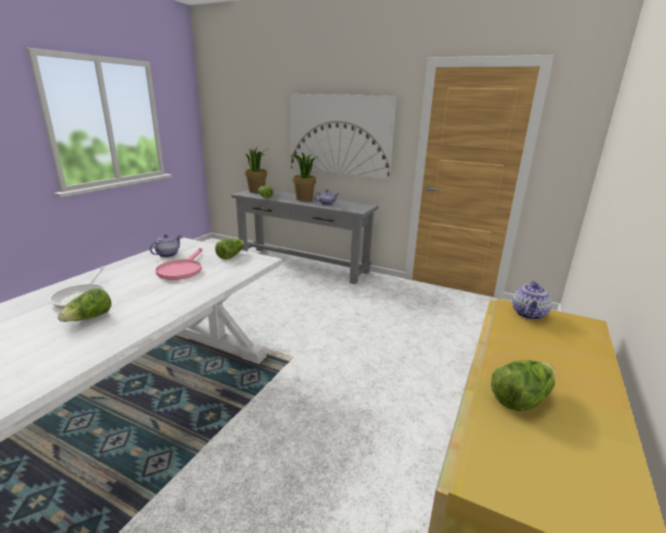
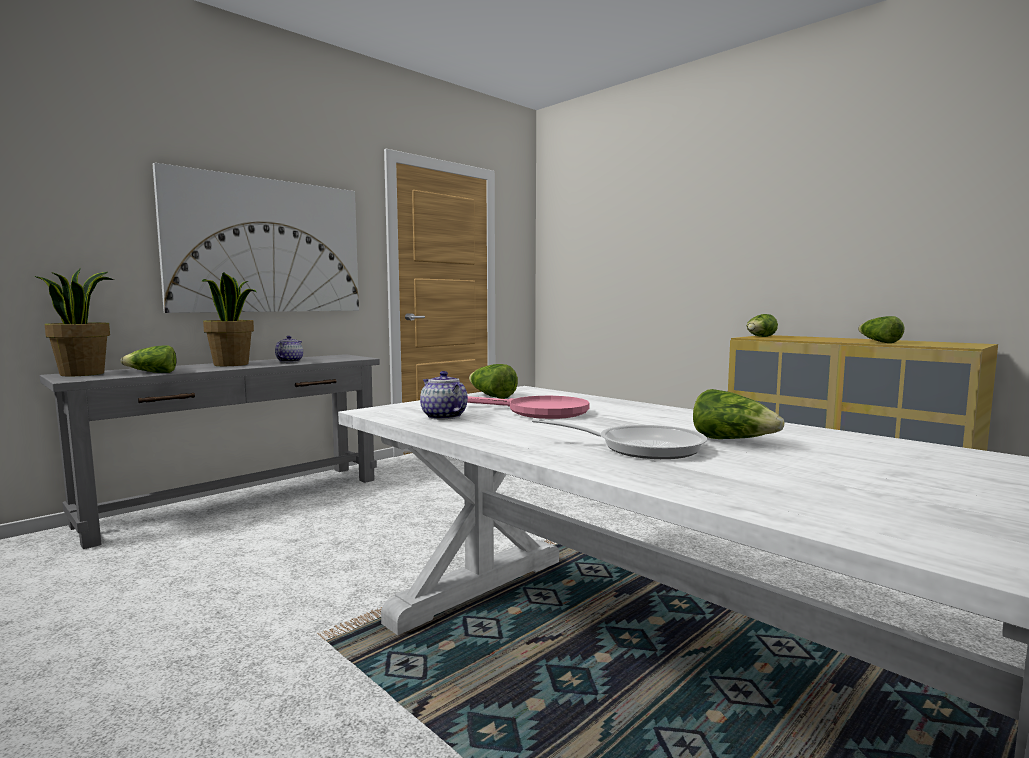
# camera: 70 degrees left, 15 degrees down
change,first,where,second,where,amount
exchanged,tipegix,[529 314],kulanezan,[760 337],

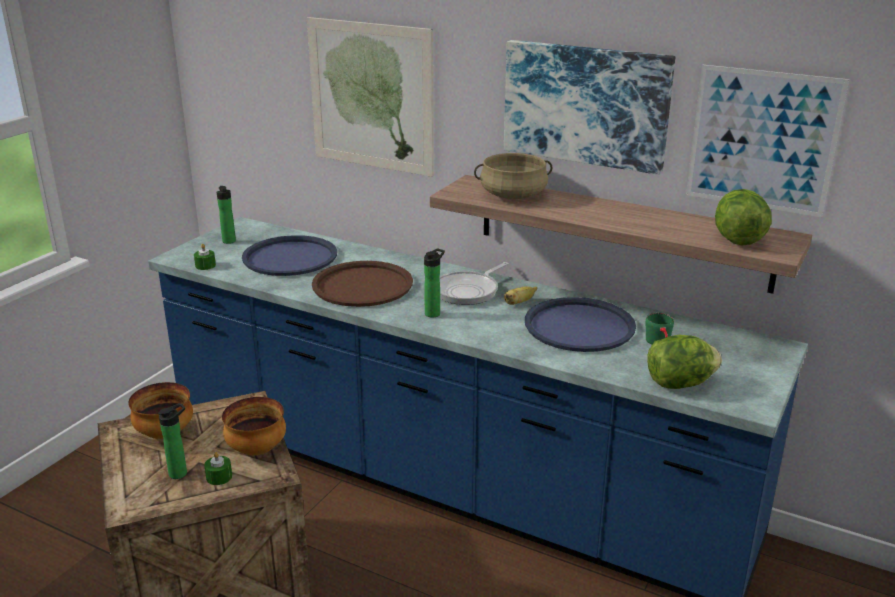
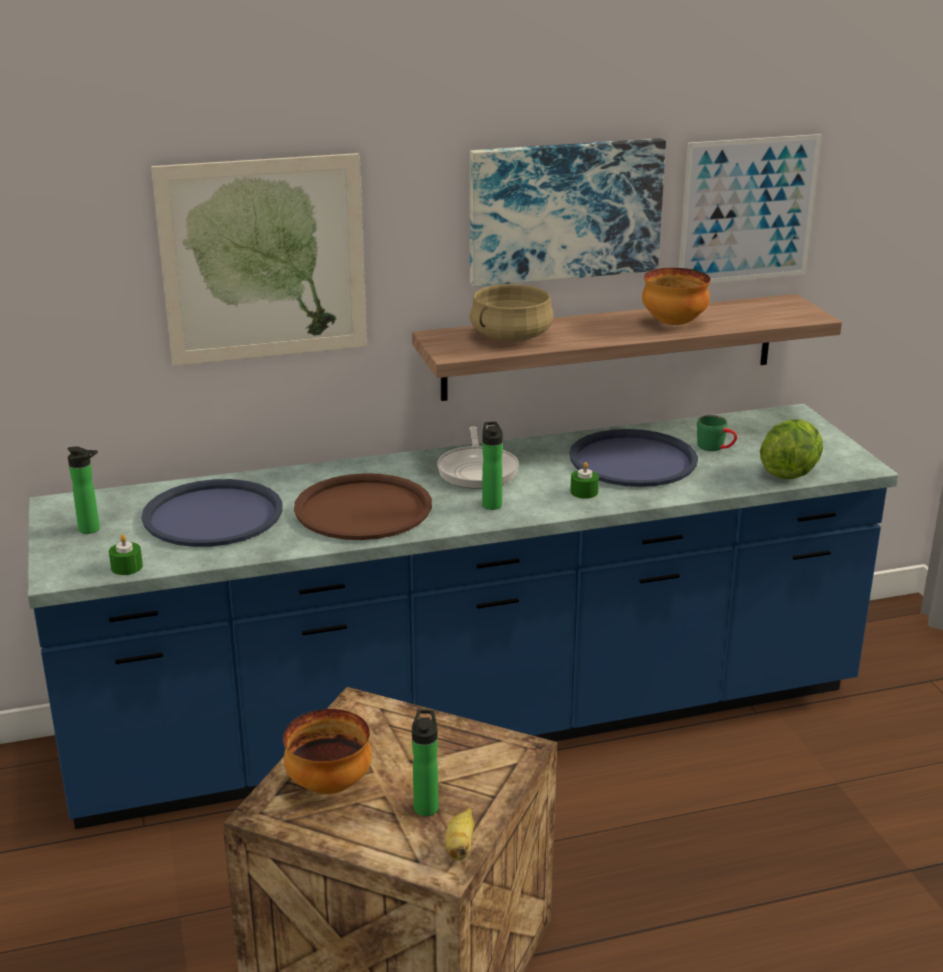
# camera: 45 degrees left, 0 degrees up
change,first,where,second,where,amount
missing,kulanezan,[737 239],,,
relocated,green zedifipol,[219 477],,[584 492],
relocated,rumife,[256 450],,[673 323],
relocated,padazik,[519 303],,[460 847],

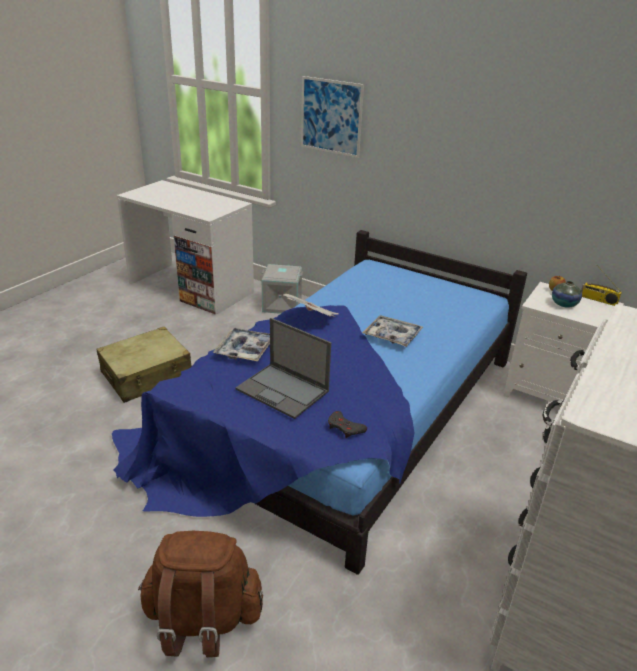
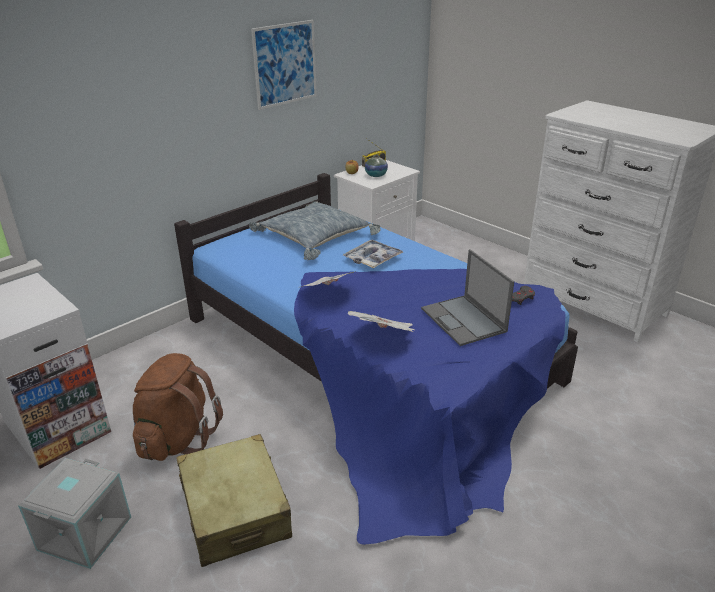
# camera: 75 degrees left, 0 degrees up
change,first,where,second,where,amount
appeared,,,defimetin,[314 234],
relocated,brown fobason,[202 619],,[178 438],
relocated,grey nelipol,[281 305],,[86 534],
relocated,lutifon,[331 116],,[285 64],
exchanged,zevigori,[245 350],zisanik,[384 336],
spun,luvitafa,[283 390],,[464 320],105 degrees clockwise

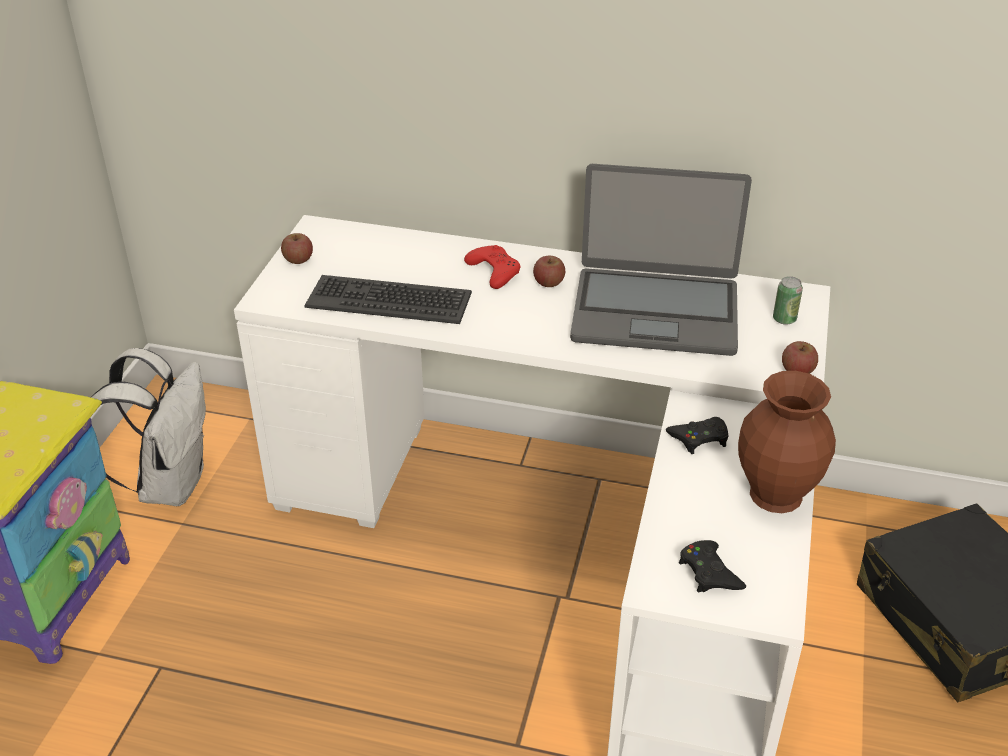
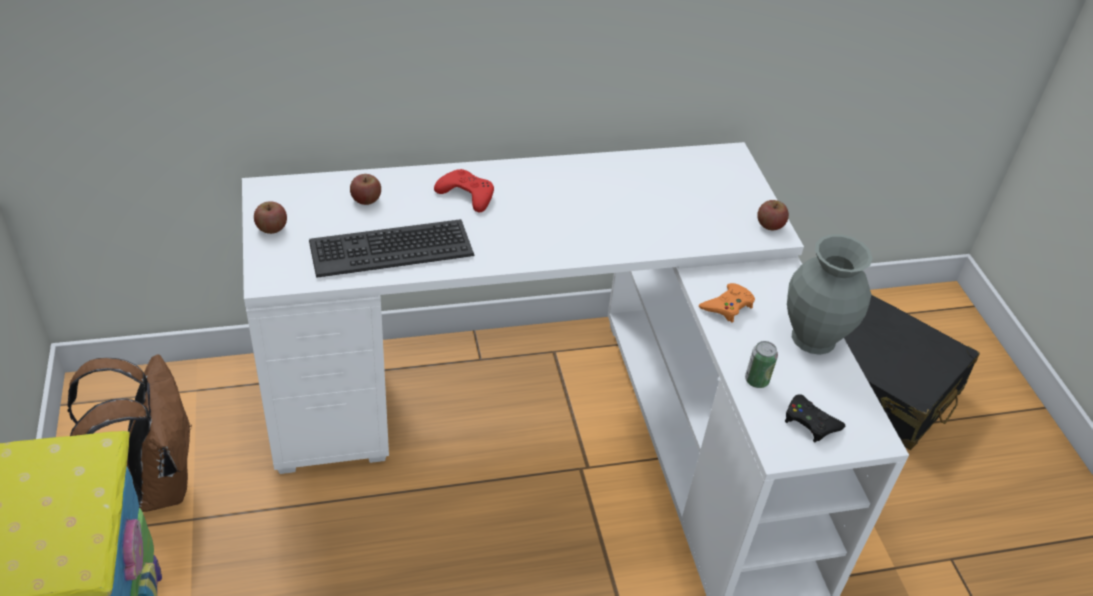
# camera: 30 degrees left, 5 degrees up
change,first,where,second,where,amount
missing,luvitafa,[655 312],,,
relocated,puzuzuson,[549 282],,[366 199],
relocated,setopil,[784 319],,[756 380],
colour,white fobason,[170 483],brown fobason,[154 482],
colour,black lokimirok,[699 438],orange lokimirok,[727 306],
colour,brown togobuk,[777 495],grey togobuk,[815 338],

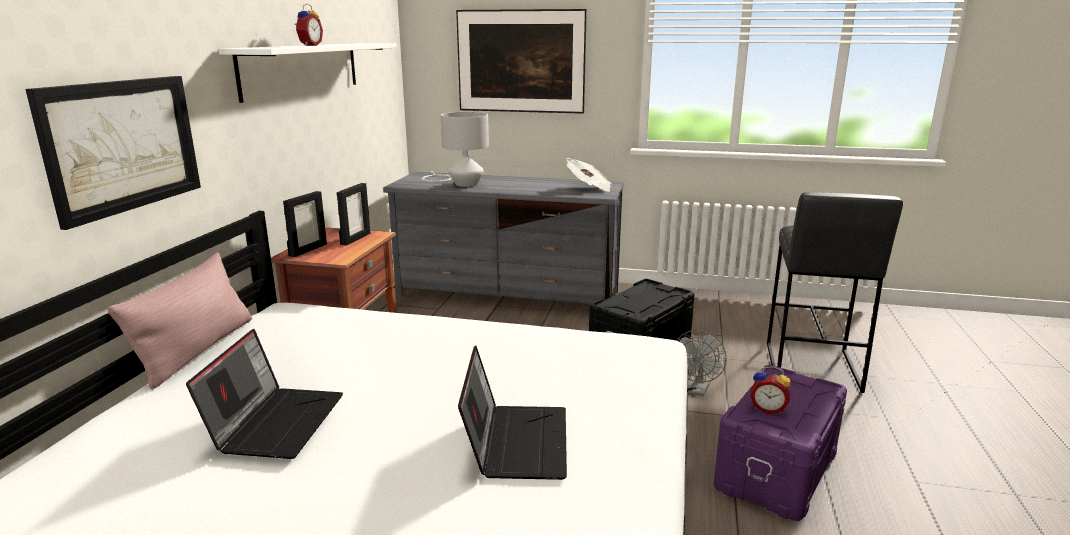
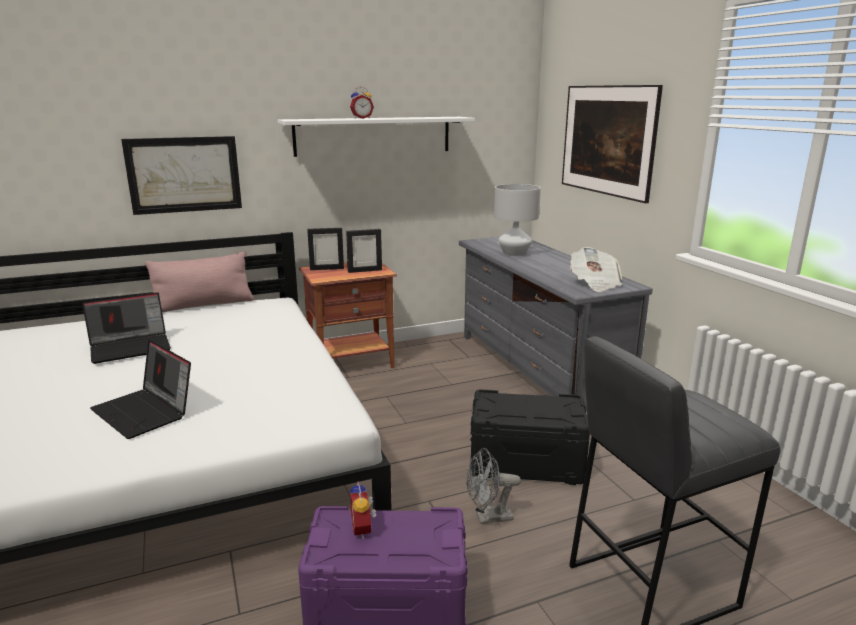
# camera: 55 degrees right, 0 degrees up
change,first,where,second,where,amount
spun,luvitafa,[515 441],,[145 412],75 degrees clockwise

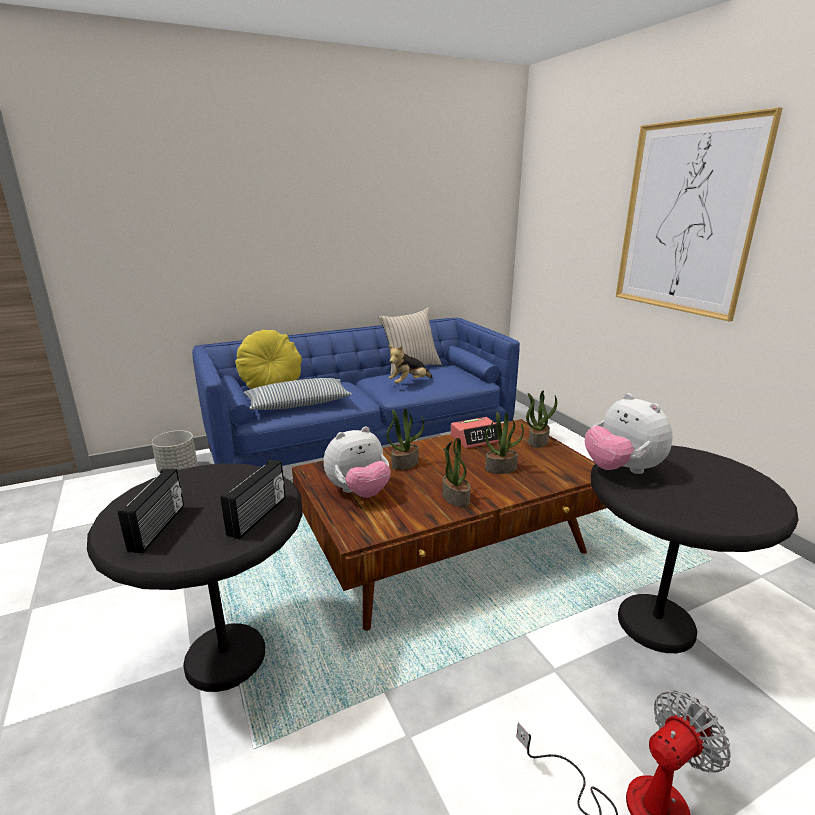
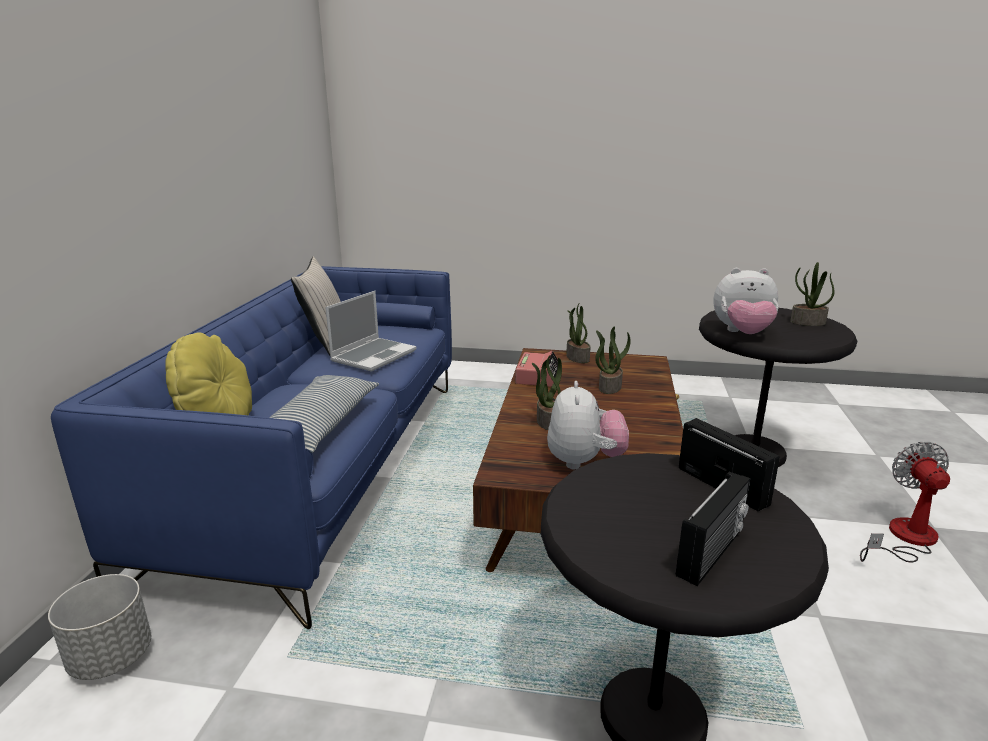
# camera: 55 degrees left, 0 degrees up
change,first,where,second,where,amount
missing,lutifon,[686 218],,,
relocated,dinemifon,[455 498],,[807 323],
exchanged,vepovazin,[409 383],luvitafa,[374 355],
spun,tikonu,[159 527],,[712 553],90 degrees clockwise

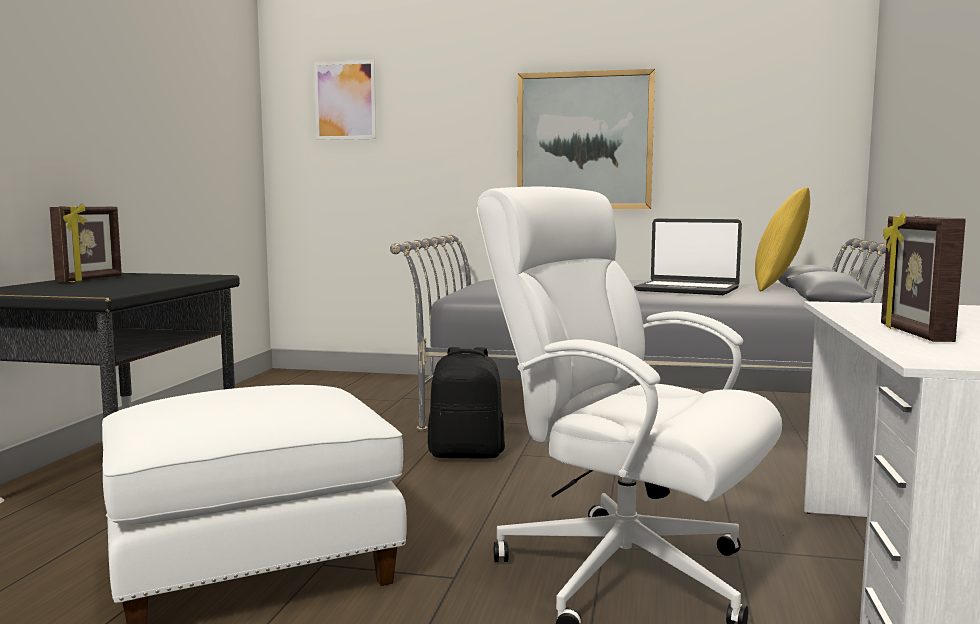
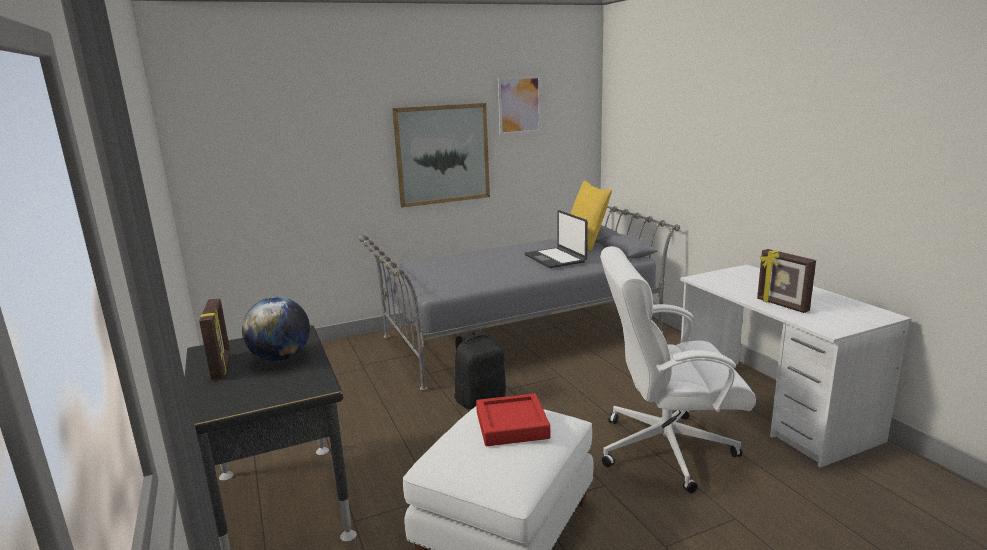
# camera: 35 degrees left, 10 degrees up
change,first,where,second,where,amount
appeared,,,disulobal,[281 358],
appeared,,,red zevigori,[512 425],
relocated,lutifon,[345 100],,[519 105],
spun,luvitafa,[687 290],,[555 258],75 degrees clockwise

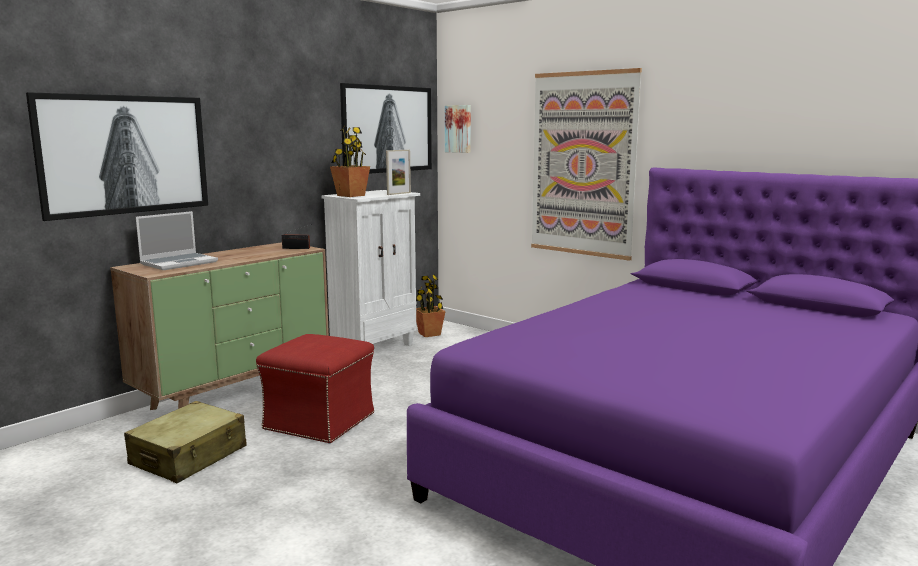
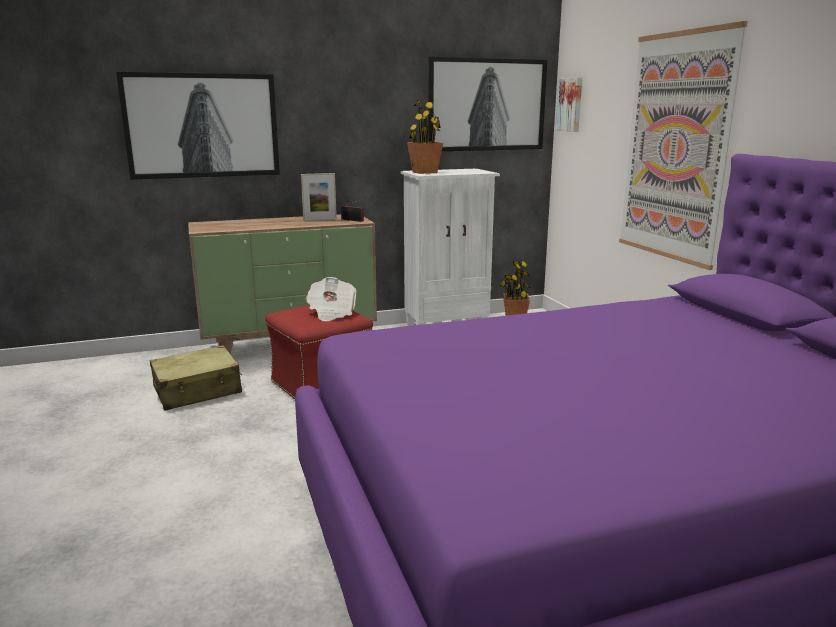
# camera: 30 degrees right, 5 degrees up
change,first,where,second,where,amount
missing,luvitafa,[179 263],,,
appeared,,,zisanik,[331 313],
relocated,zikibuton,[399 193],,[320 220],

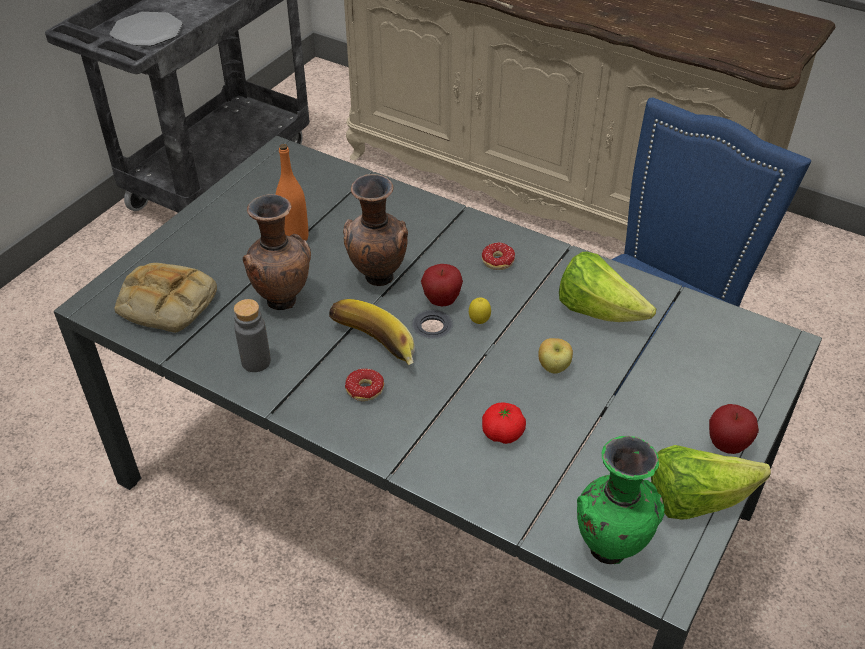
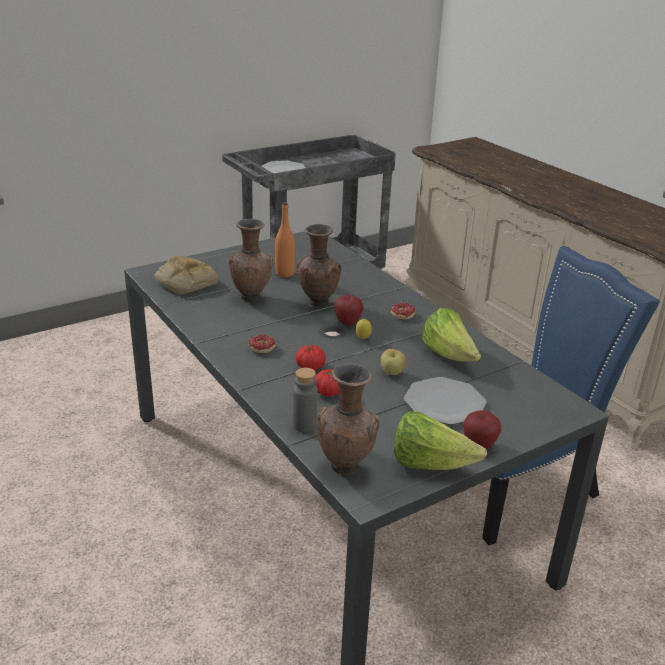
# camera: 25 degrees right, 15 degrees down
change,first,where,second,where,amount
missing,padazik,[371 346],,,
appeared,,,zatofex,[310 367],
appeared,,,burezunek,[444 403],
relocated,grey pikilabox,[256 361],,[304 425],
colour,green togobuk,[609 548],brown togobuk,[346 466],

